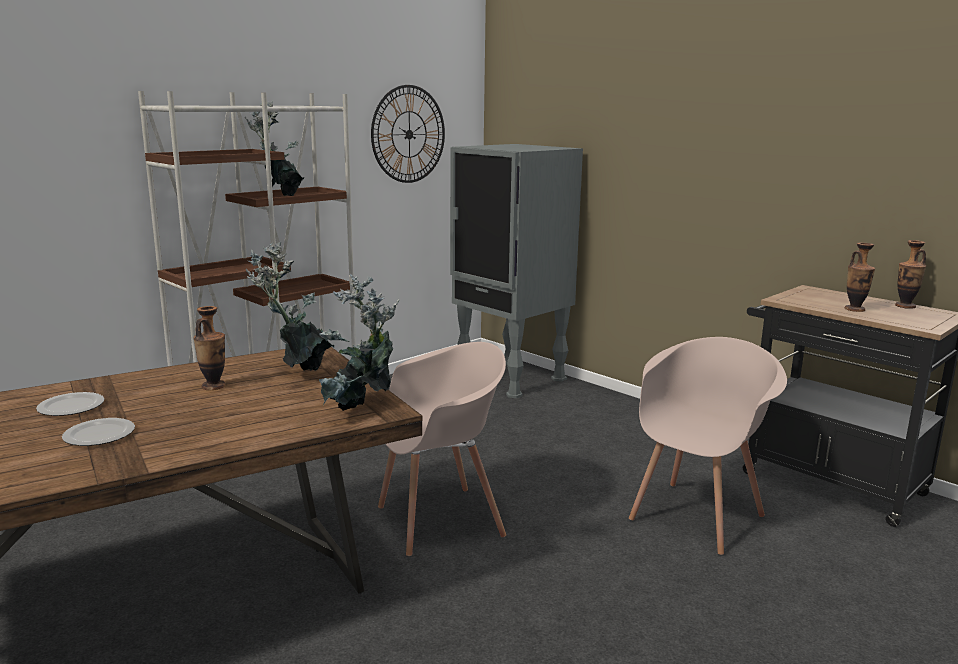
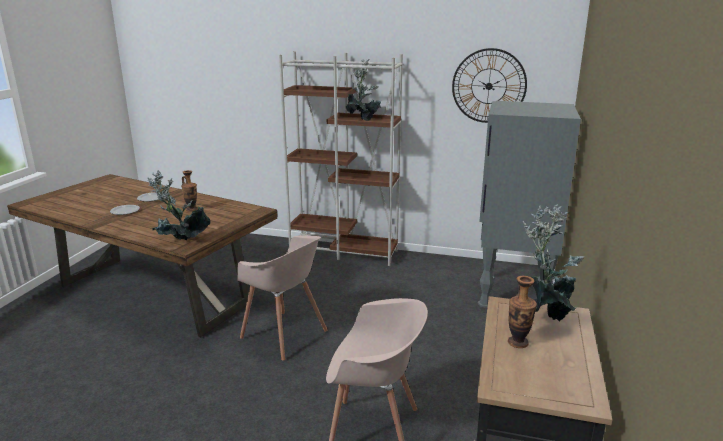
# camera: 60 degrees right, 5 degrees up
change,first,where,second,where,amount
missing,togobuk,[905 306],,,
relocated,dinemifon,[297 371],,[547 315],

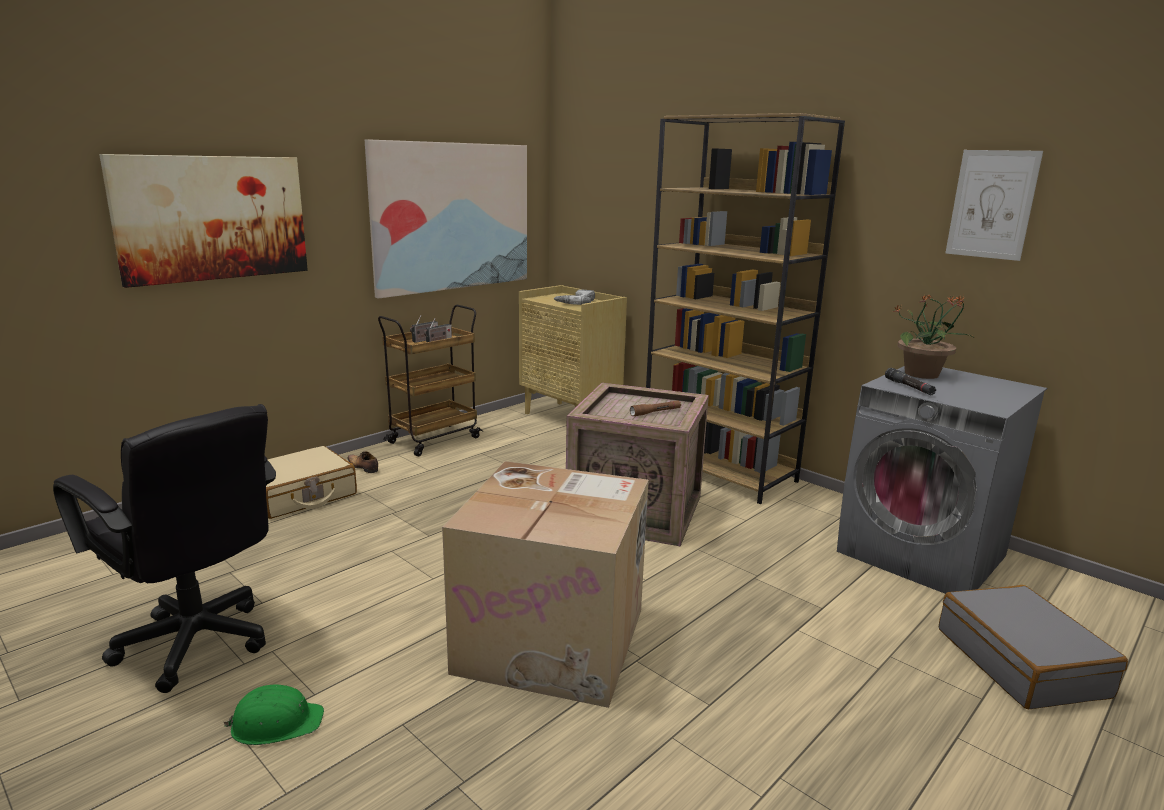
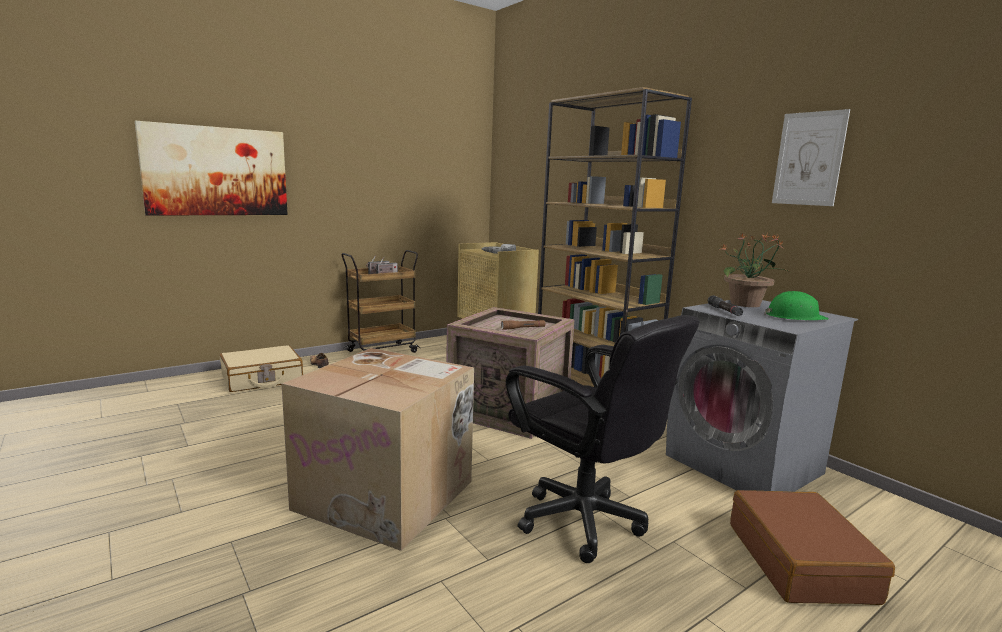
# camera: 10 degrees right, 5 degrees down
change,first,where,second,where,amount
missing,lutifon,[452 217],,,
relocated,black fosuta,[200 646],,[587 525],
relocated,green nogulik,[276 723],,[794 317],
colour,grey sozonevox,[1021 662],brown sozonevox,[800 562],

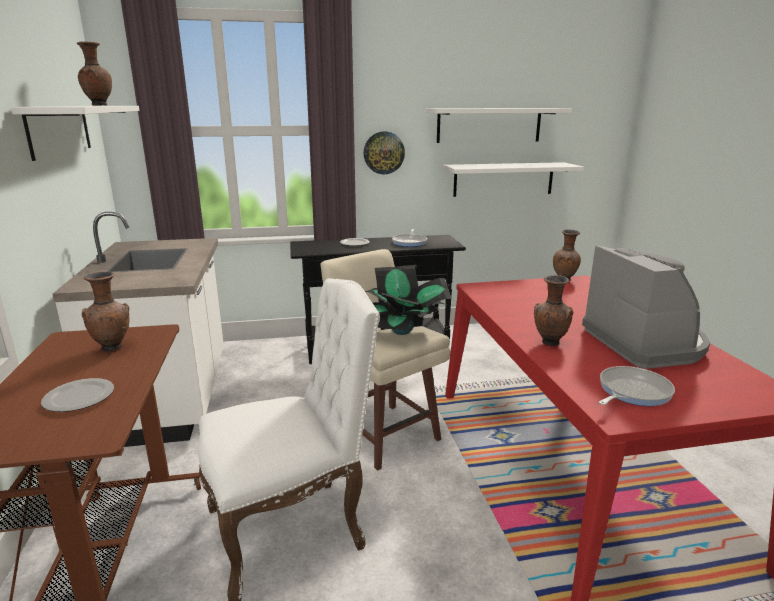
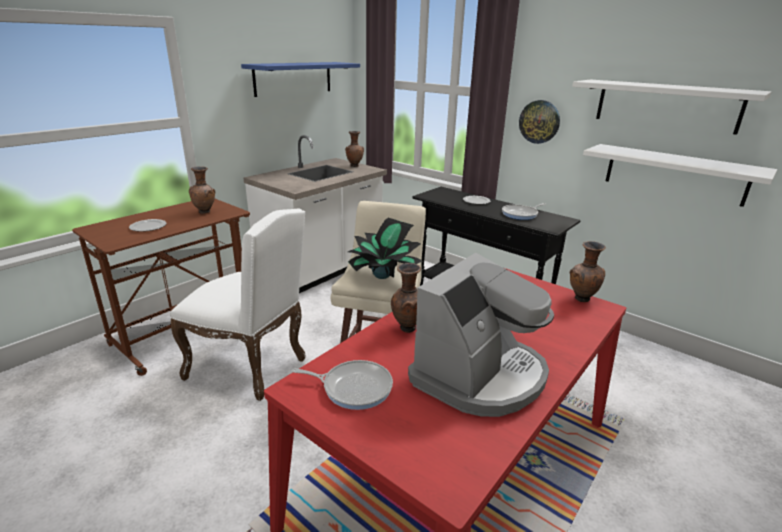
# camera: 50 degrees right, 5 degrees up
change,first,where,second,where,amount
relocated,brown togobuk,[99 105],,[354 166],
colour,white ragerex,[59 130],blue ragerex,[293 78],

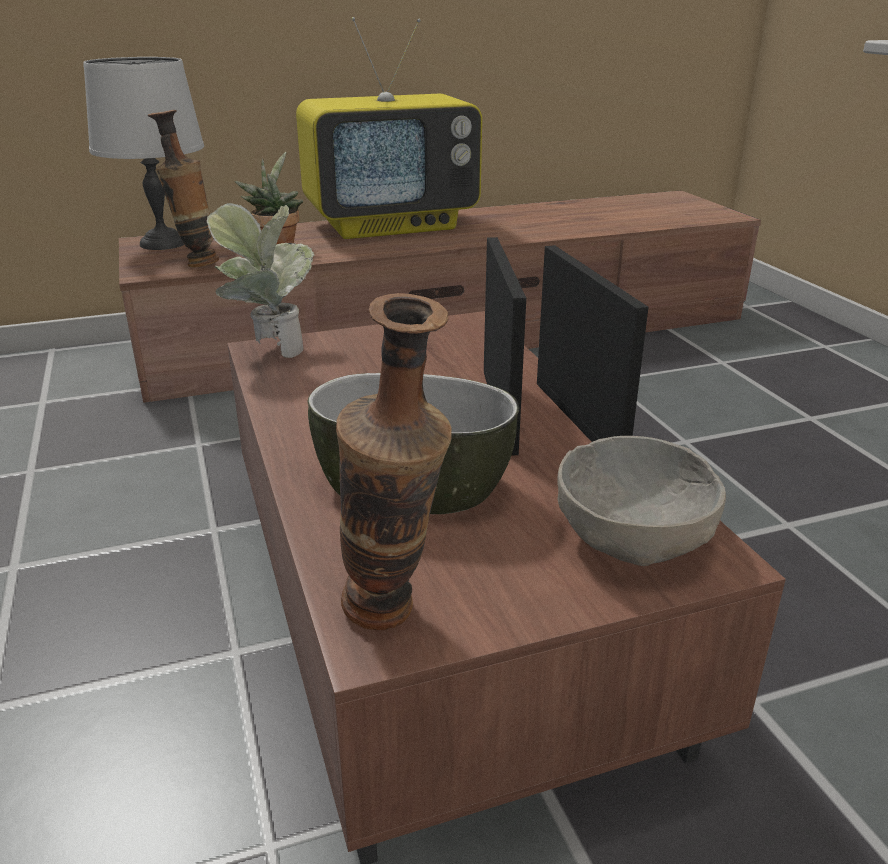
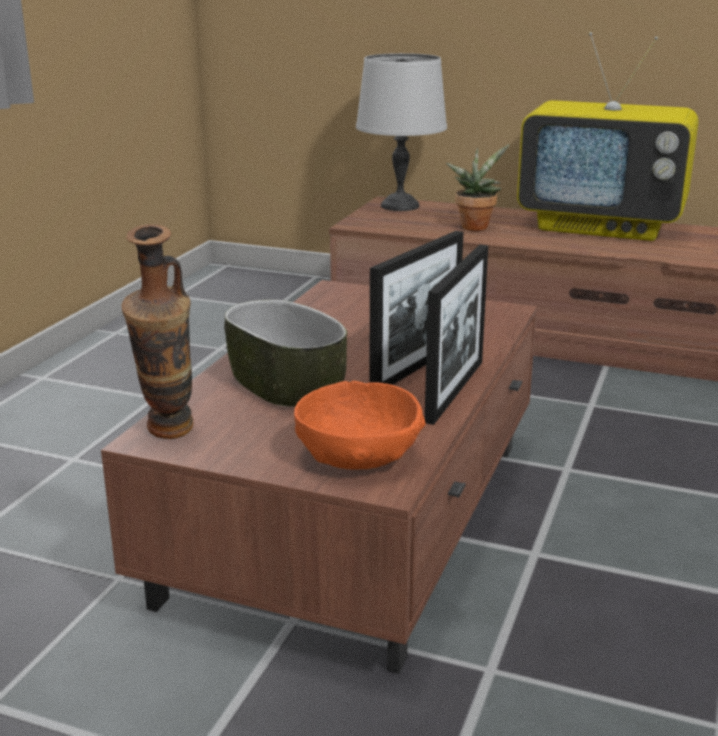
# camera: 40 degrees right, 5 degrees down
change,first,where,second,where,amount
missing,togobuk,[195 264],,,
missing,dinemifon,[269 350],,,
colour,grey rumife,[634 538],orange rumife,[358 457],

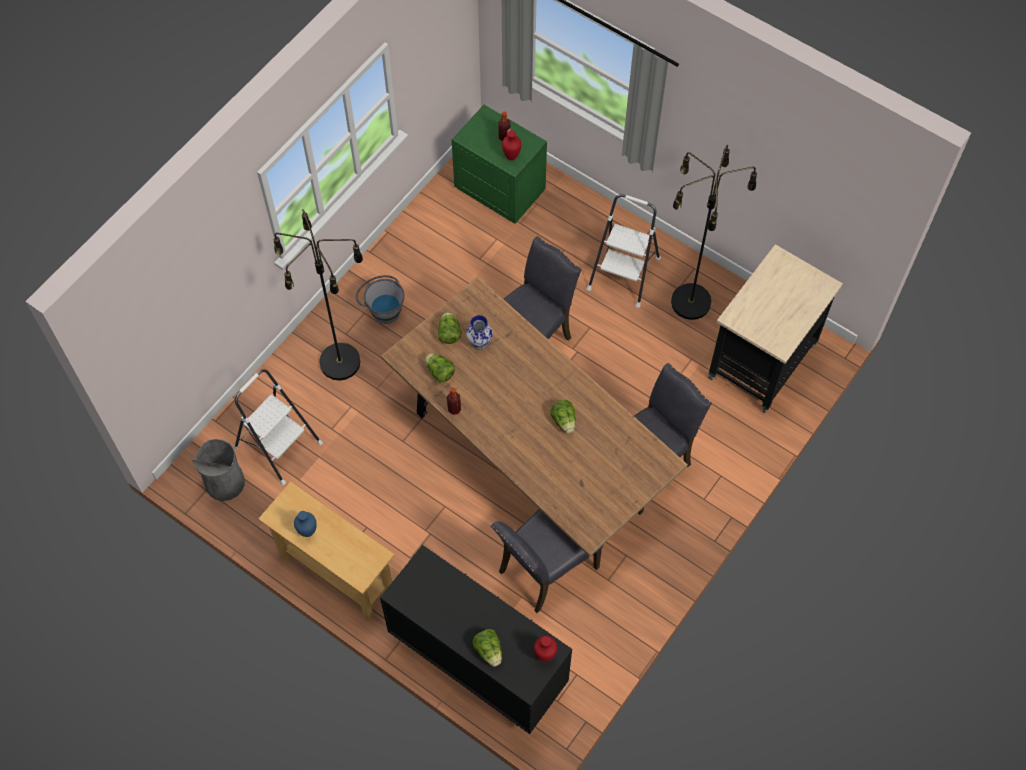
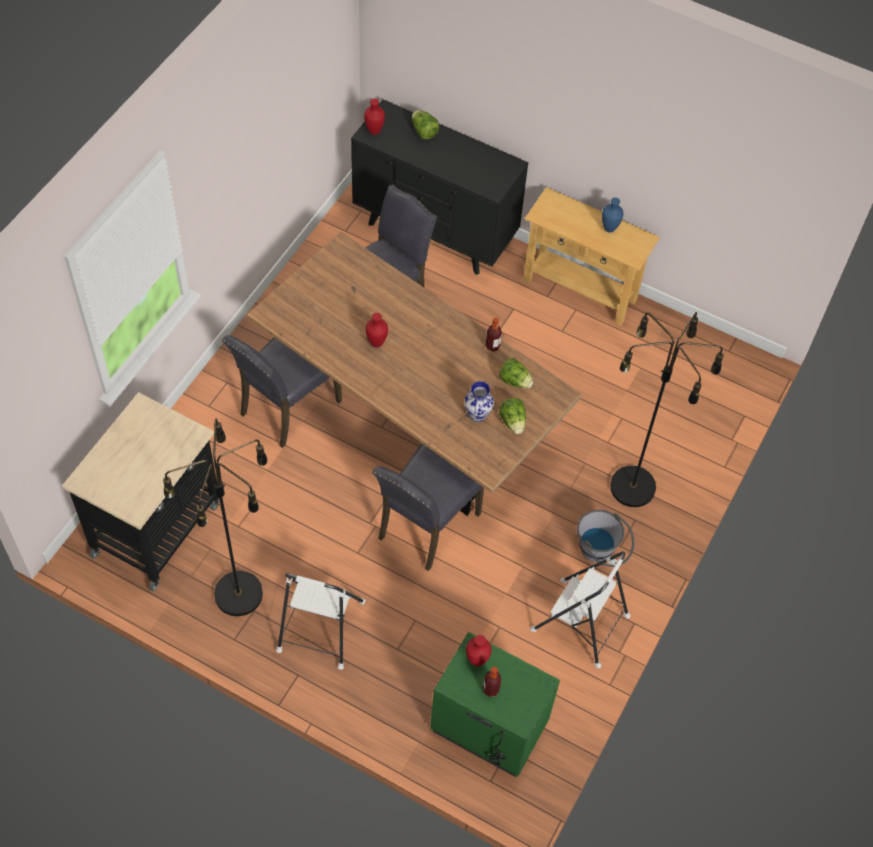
# camera: 170 degrees right, 5 degrees down
change,first,where,second,where,amount
missing,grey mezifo,[225 482],,,
relocated,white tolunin,[276 442],,[583 624],
exchanged,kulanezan,[564 421],red togobuk,[376 344],

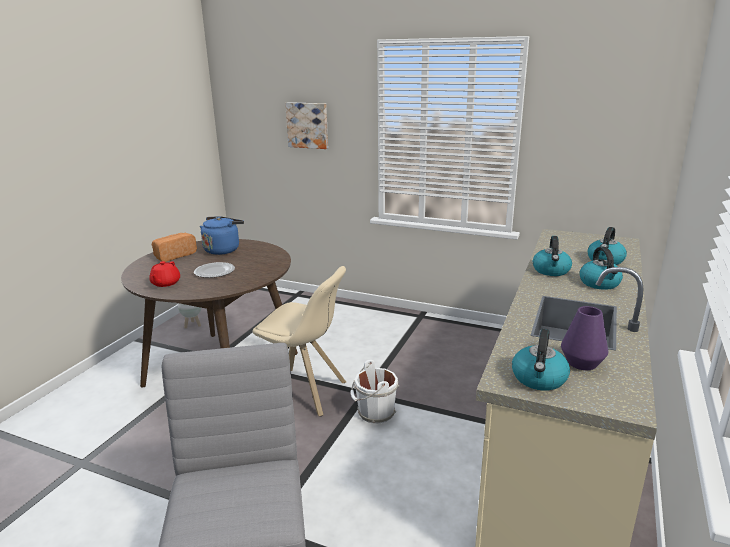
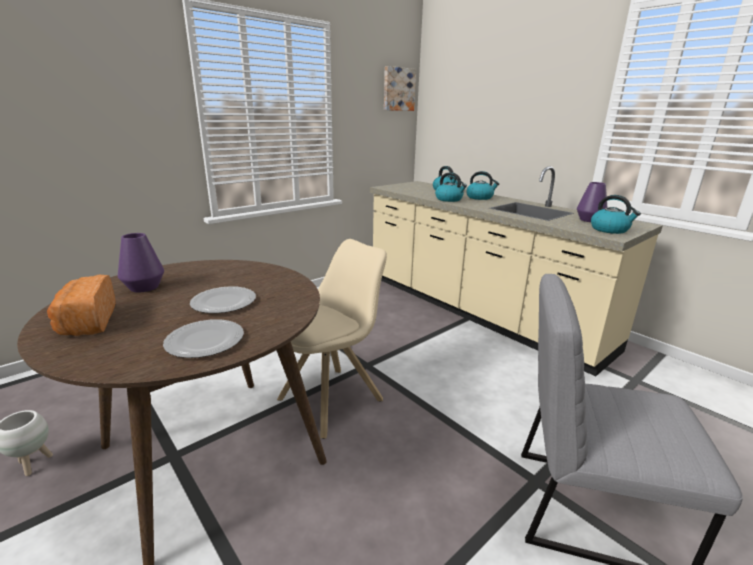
# camera: 65 degrees left, 0 degrees up
change,first,where,second,where,amount
missing,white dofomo,[374 413],,,
relocated,lutifon,[308 125],,[398 89],
exchanged,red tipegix,[165 283],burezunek,[206 341],
exchanged,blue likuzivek,[223 249],purple togobuk,[144 287],

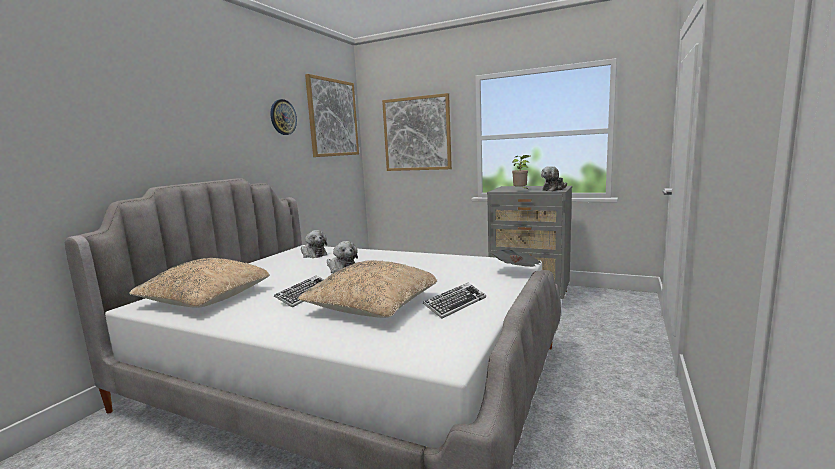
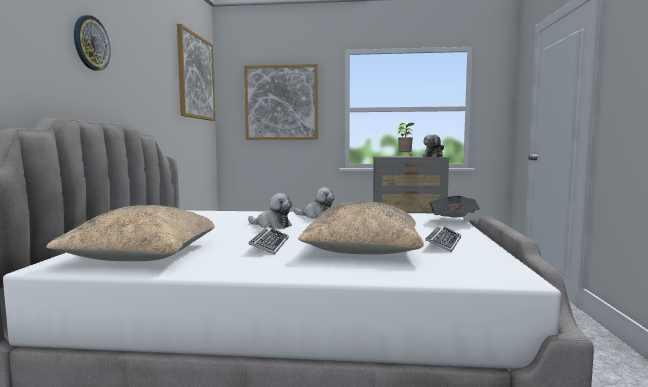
# camera: 20 degrees left, 5 degrees down
change,first,where,second,where,amount
relocated,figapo,[283 117],,[91 43],
relocated,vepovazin,[313 255],,[316 216],

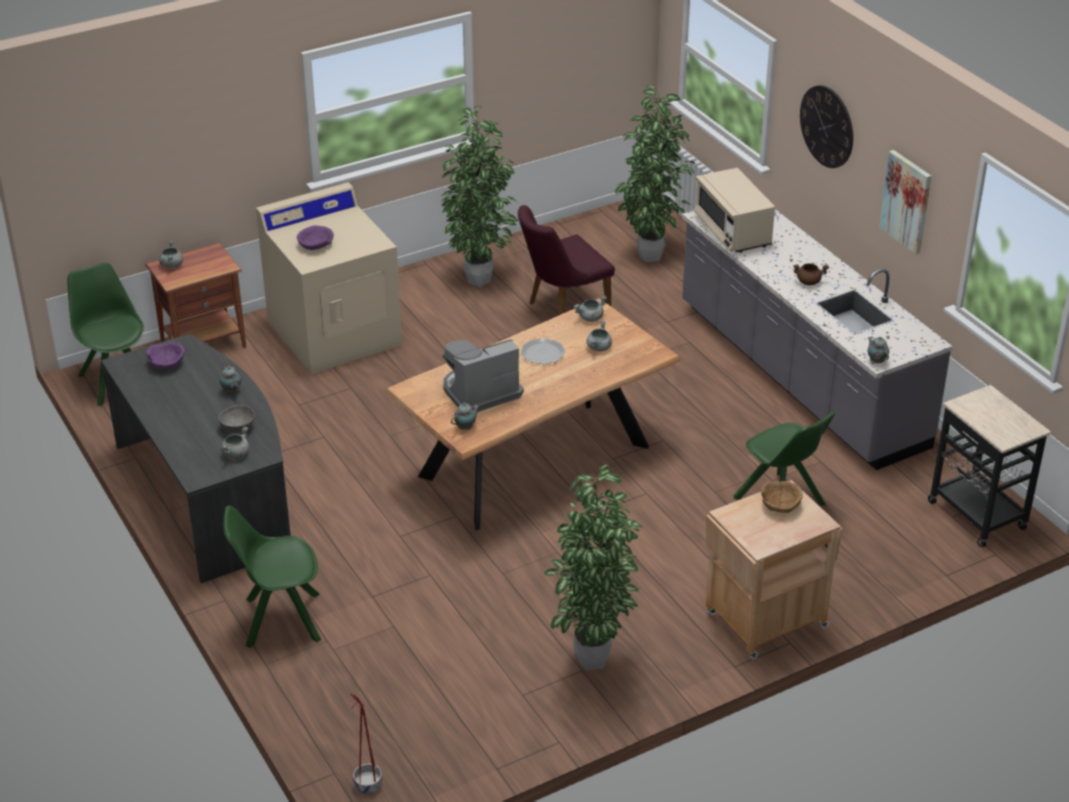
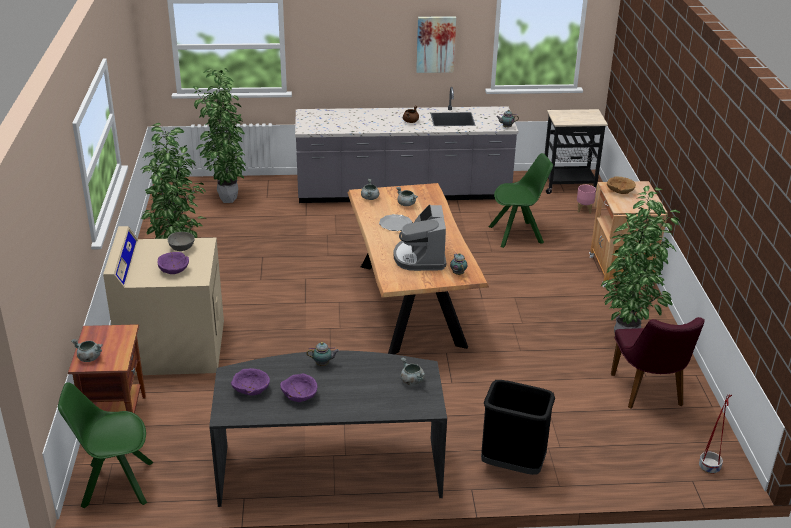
# camera: 65 degrees left, 5 degrees down
change,first,where,second,where,amount
missing,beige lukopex,[732 231],,,
missing,figapo,[827 126],,,
appeared,,,purple rumife,[299 395],
appeared,,,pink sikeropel,[584 210],
relocated,grey rumife,[237 428],,[182 248],
relocated,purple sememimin,[562 310],,[649 394],
exchanged,green sememimin,[280 620],black mezifo,[512 465],

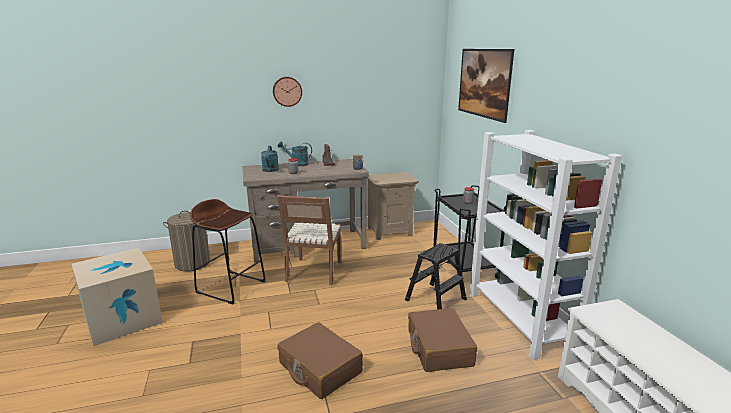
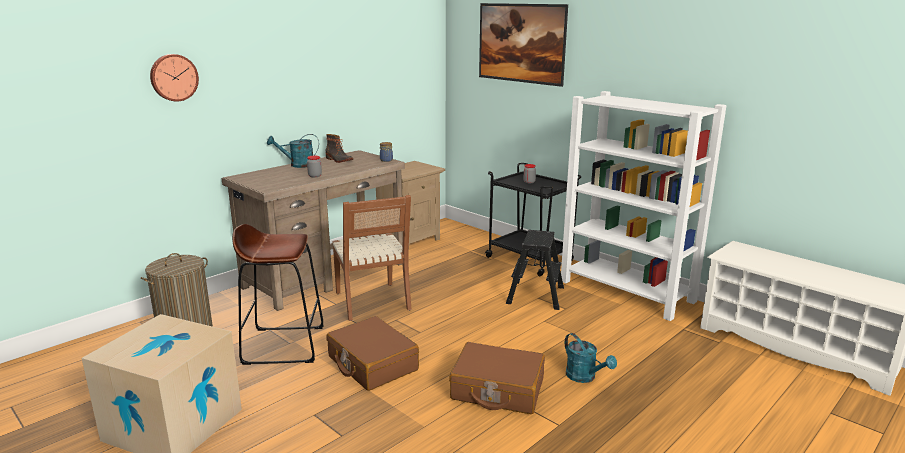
# camera: 30 degrees left, 0 degrees up
change,first,where,second,where,amount
relocated,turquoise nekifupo,[270 170],,[585 377],
relocated,figapo,[287 91],,[173 77],
relocated,brown sozonevox,[439 348],,[372 364],

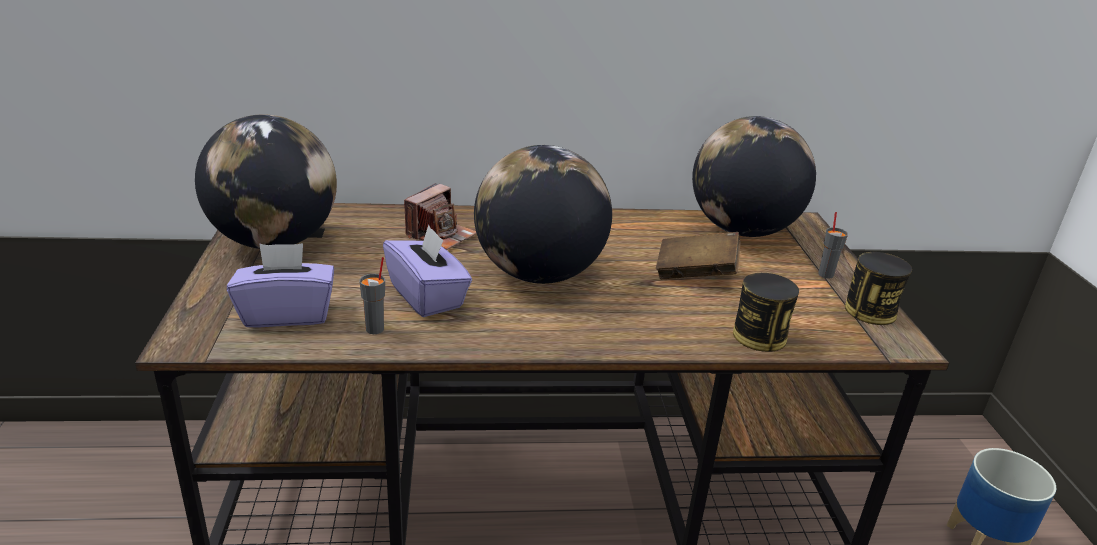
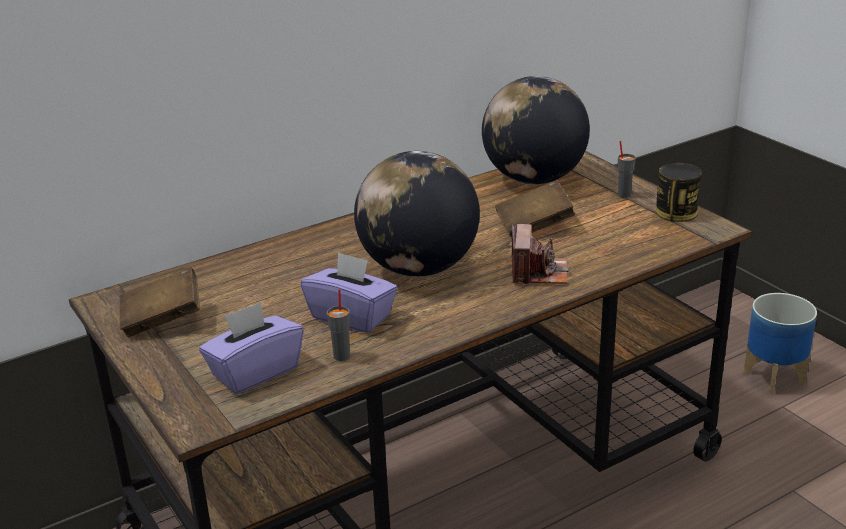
# camera: 25 degrees left, 0 degrees up
change,first,where,second,where,amount
missing,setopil,[759 336],,,
relocated,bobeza,[441 235],,[538 272],
exchanged,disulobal,[275 241],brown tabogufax,[162 320],

